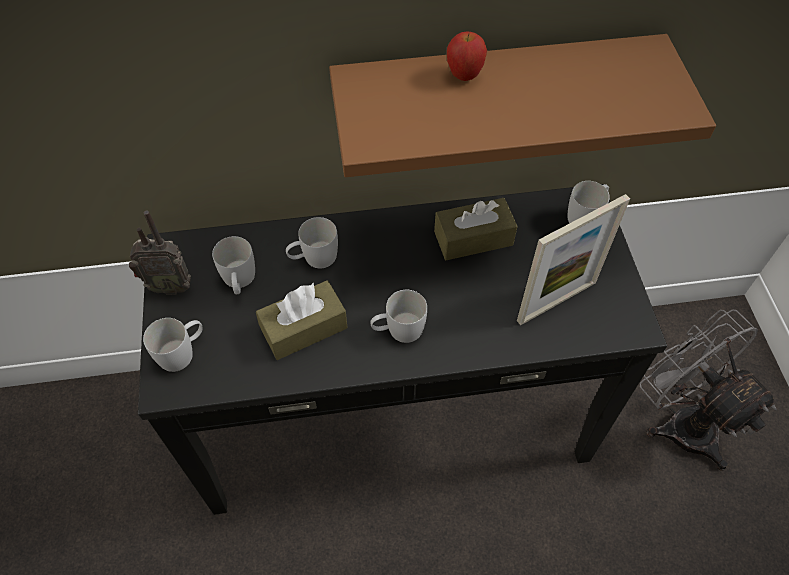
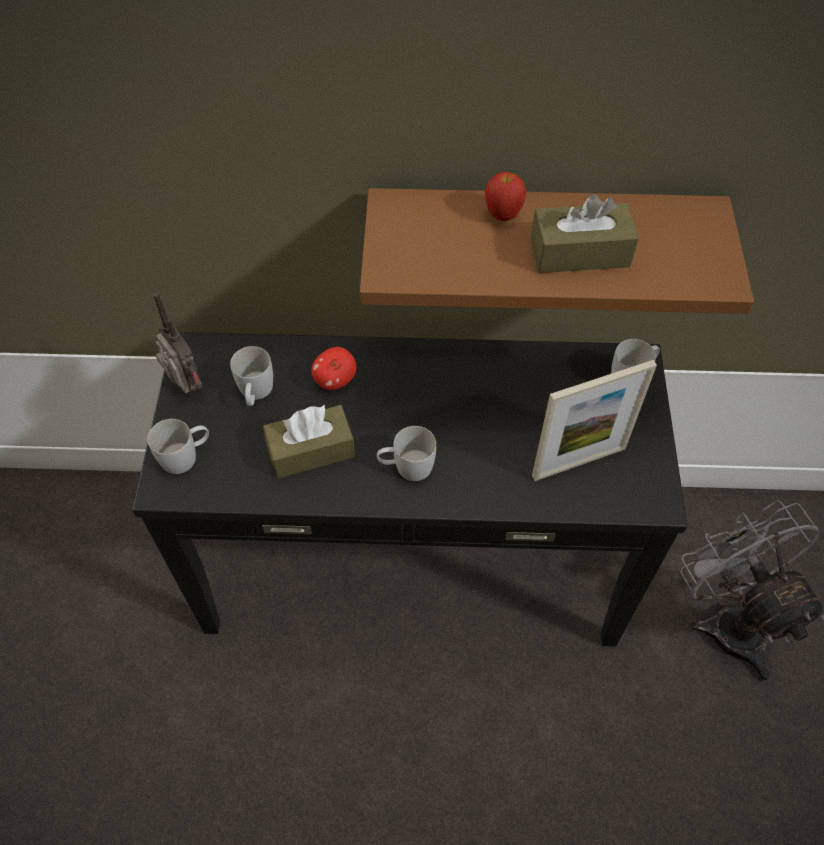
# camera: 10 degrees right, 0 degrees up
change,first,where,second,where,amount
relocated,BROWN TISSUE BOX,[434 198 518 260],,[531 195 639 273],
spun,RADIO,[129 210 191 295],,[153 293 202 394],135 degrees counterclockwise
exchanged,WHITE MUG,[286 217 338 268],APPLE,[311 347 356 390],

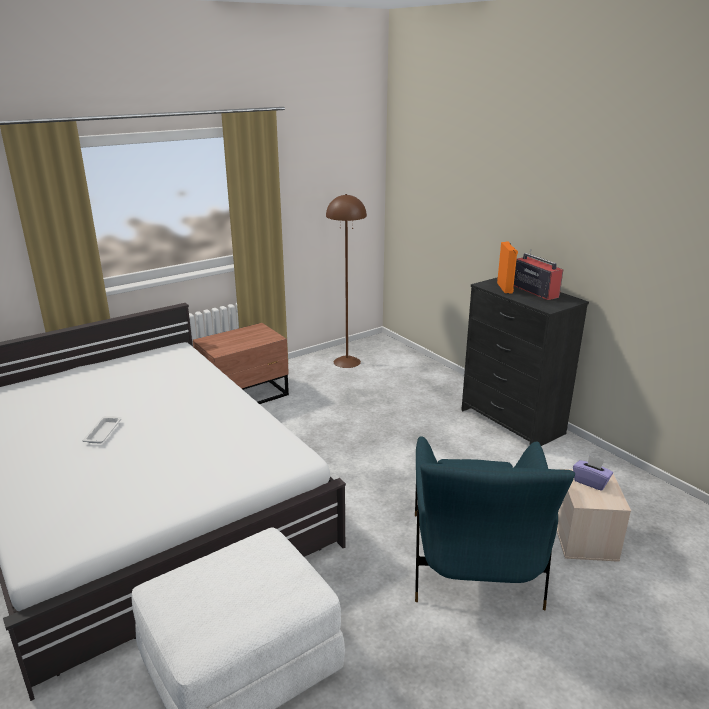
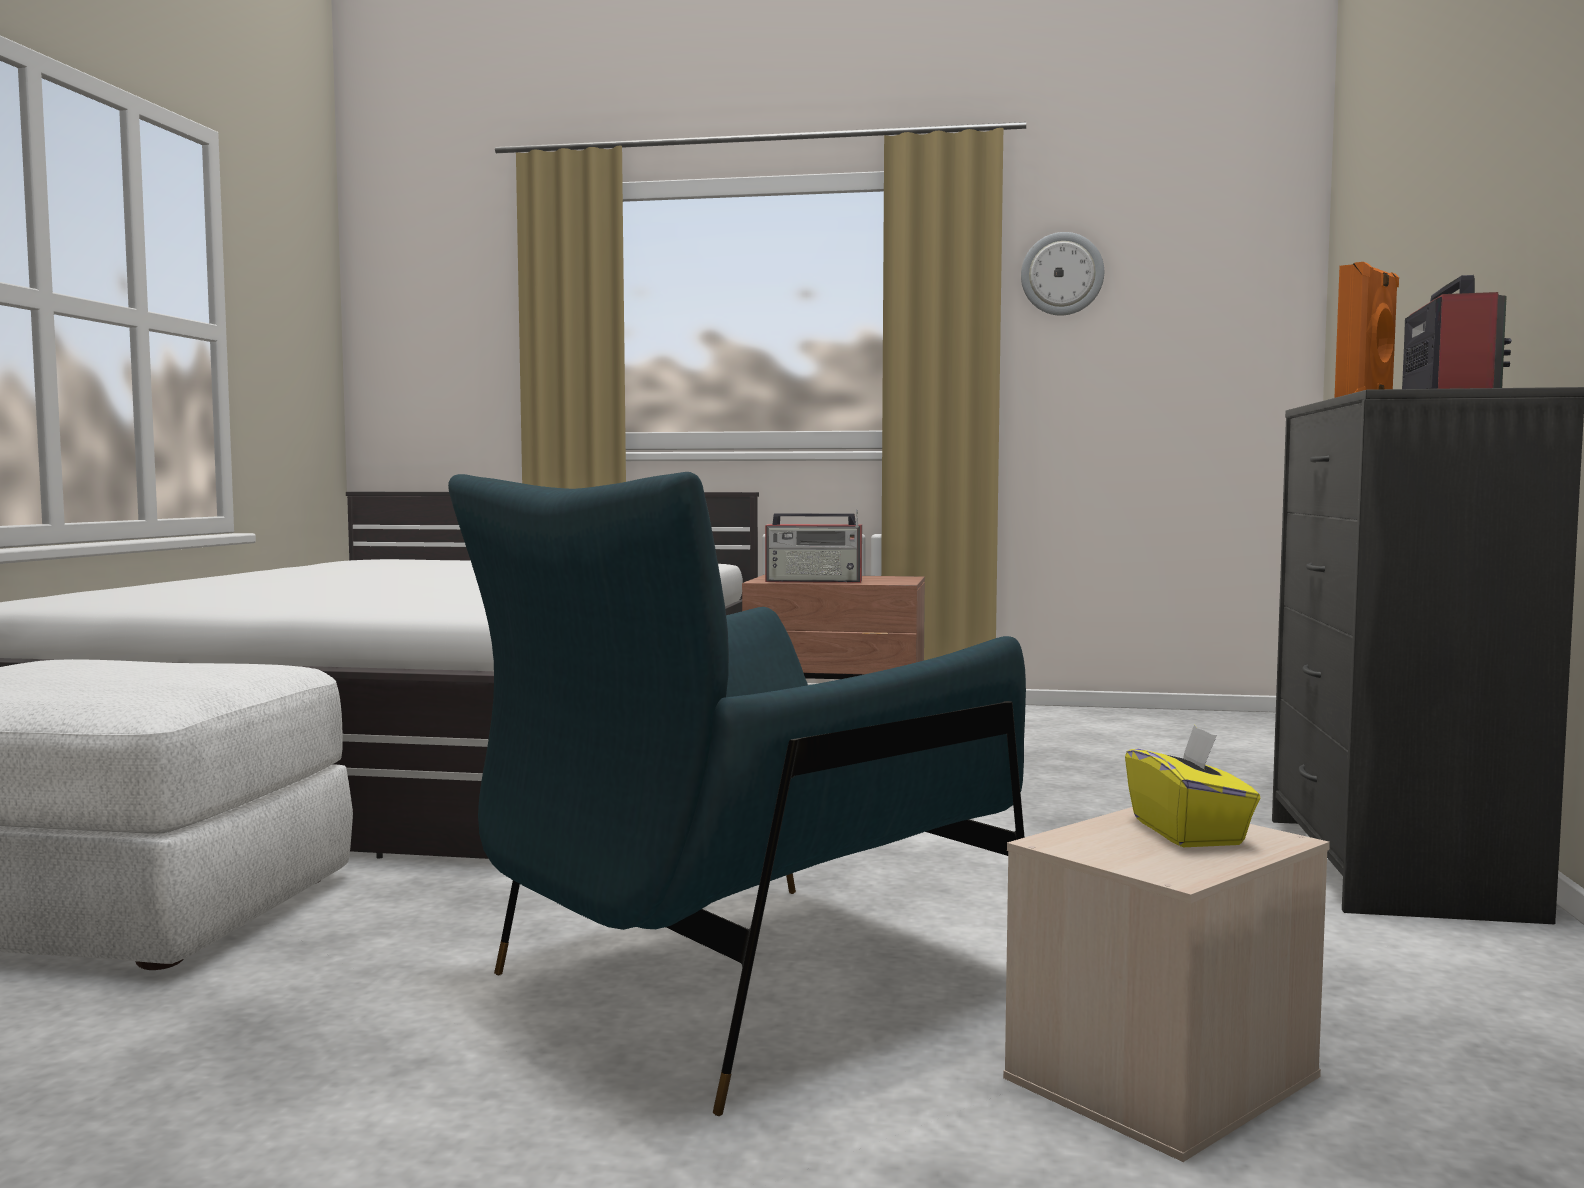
# camera: 45 degrees right, 20 degrees down
change,first,where,second,where,amount
missing,BROWN FLOOR LAMP,[326 194 367 368],,,
missing,WHITE TRAY,[82 416 122 444],,,
colour,PURPLE TISSUE BOX,[573 455 613 491],YELLOW TISSUE BOX,[1125 725 1260 847],
appeared,,,WALL CLOCK,[1021 232 1104 316],
appeared,,,RADIO,[765 510 862 583],

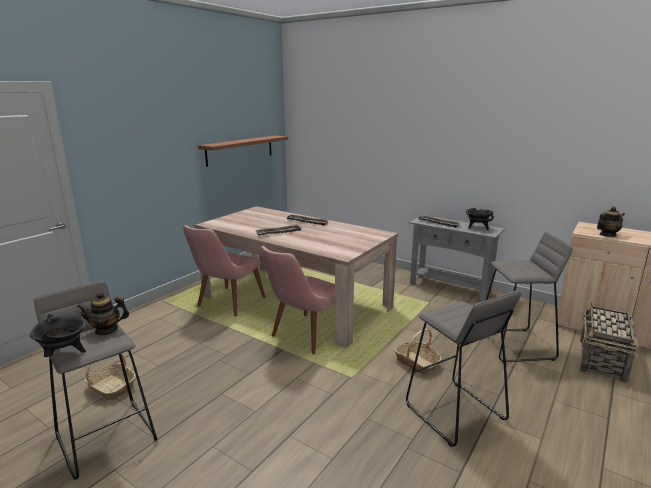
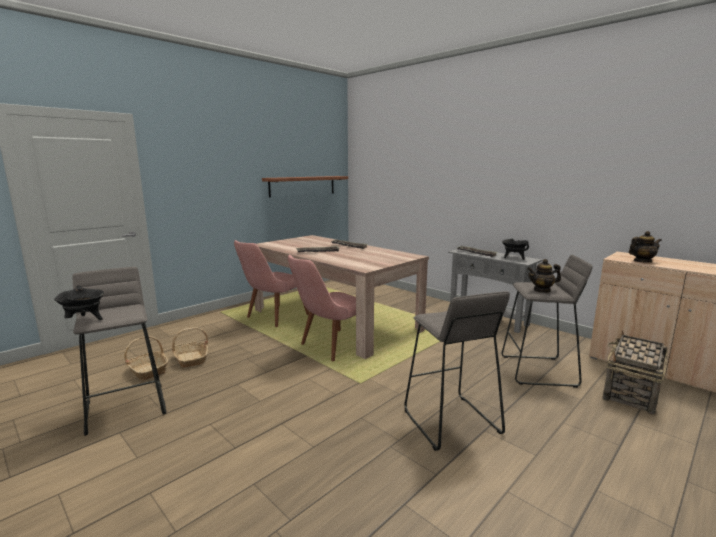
# camera: 10 degrees right, 5 degrees down
change,first,where,second,where,amount
relocated,TEAPOT,[77 292 129 335],,[527 259 561 293],
relocated,BASKET,[394 329 442 375],,[172 328 208 368],

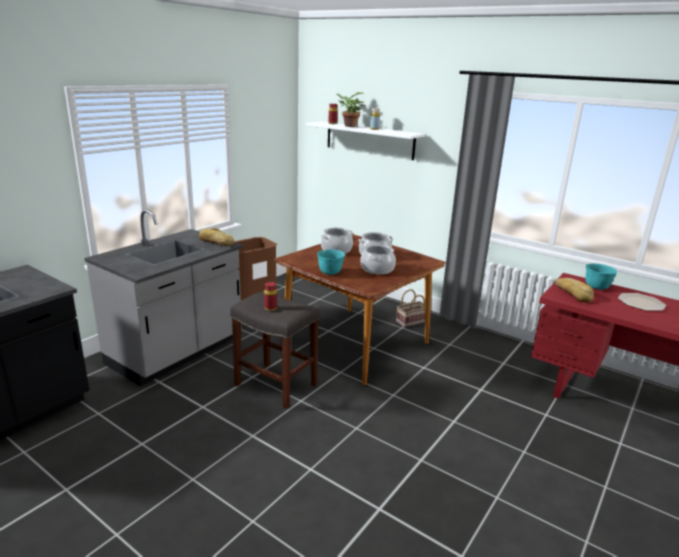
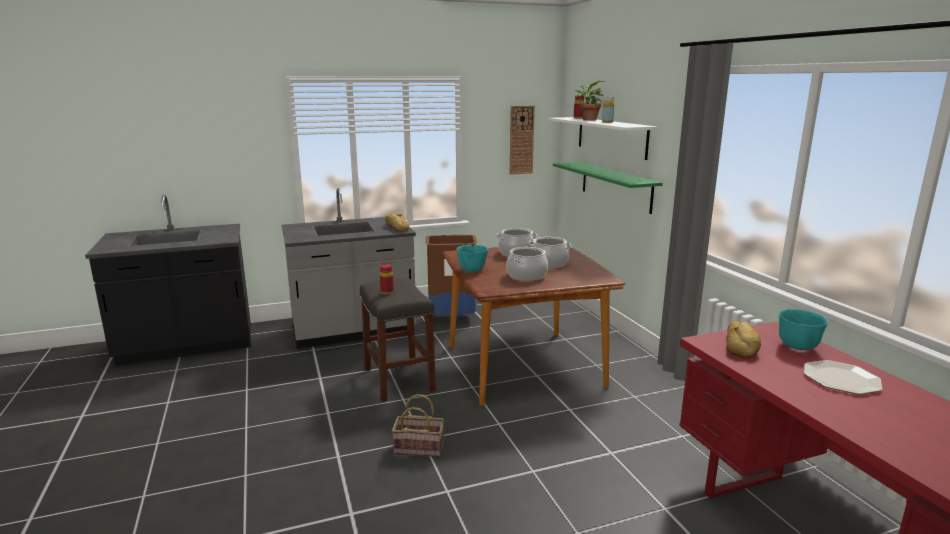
# camera: 35 degrees right, 5 degrees down
change,first,where,second,where,amount
relocated,BASKET,[396 289 425 327],,[392 394 444 457],
appeared,,,WALL CLOCK,[510 106 535 175],
appeared,,,GREEN SHELF,[553 162 663 214],

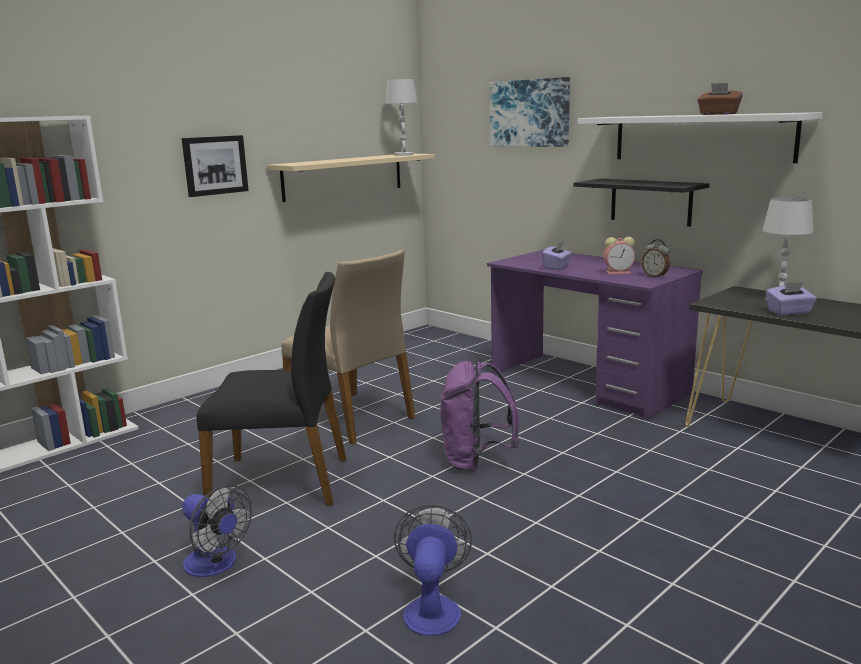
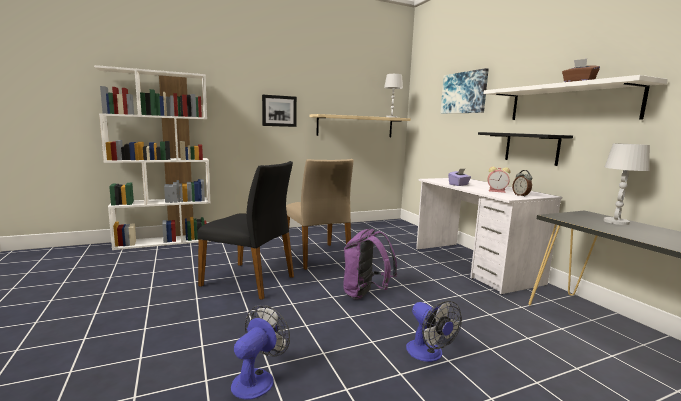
# camera: 20 degrees right, 5 degrees down
change,first,where,second,where,amount
colour,PURPLE DESK,[487 250 703 420],WHITE DESK,[416 178 562 295],
missing,PURPLE TISSUE BOX,[766 282 817 315],,,
relocated,FAN,[182 485 252 577],,[406 301 462 362],

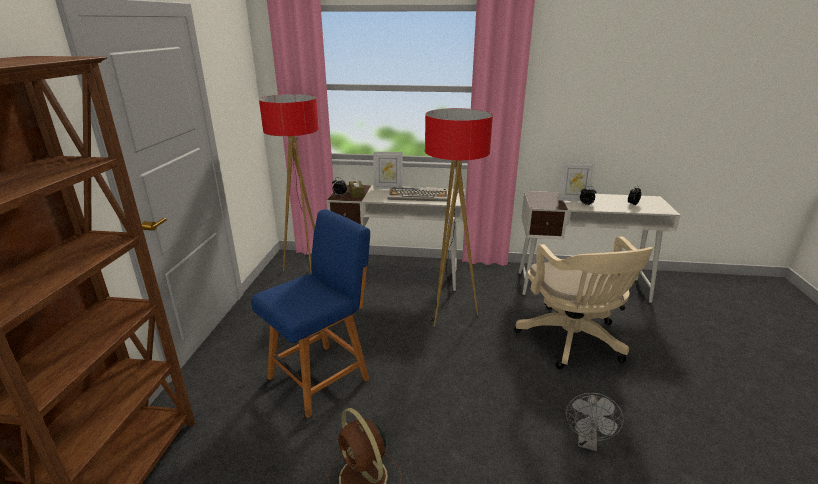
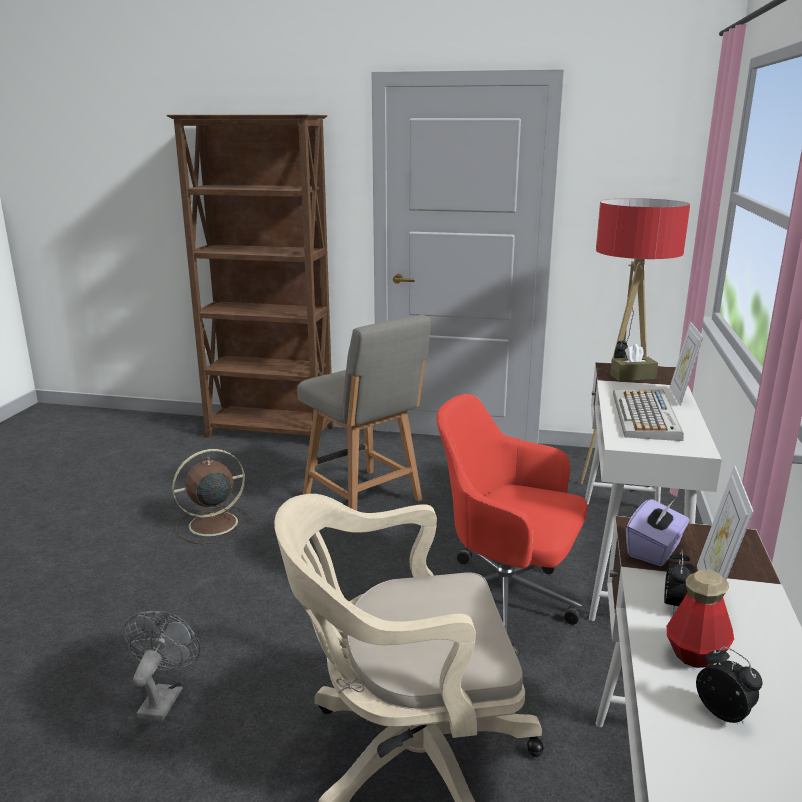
# camera: 95 degrees right, 5 degrees down
change,first,where,second,where,amount
exchanged,FLOOR LAMP,[425 108 493 327],RED OFFICE CHAIR,[437 394 588 658],
colour,BLUE CHAIR,[251 209 370 418],GREY CHAIR,[297 315 431 511],
spun,GREY FAN,[566 393 624 451],,[123 611 201 721],75 degrees clockwise
appeared,,,PURPLE TISSUE BOX,[626 499 689 566],
appeared,,,BOTTLE,[667 570 734 668],

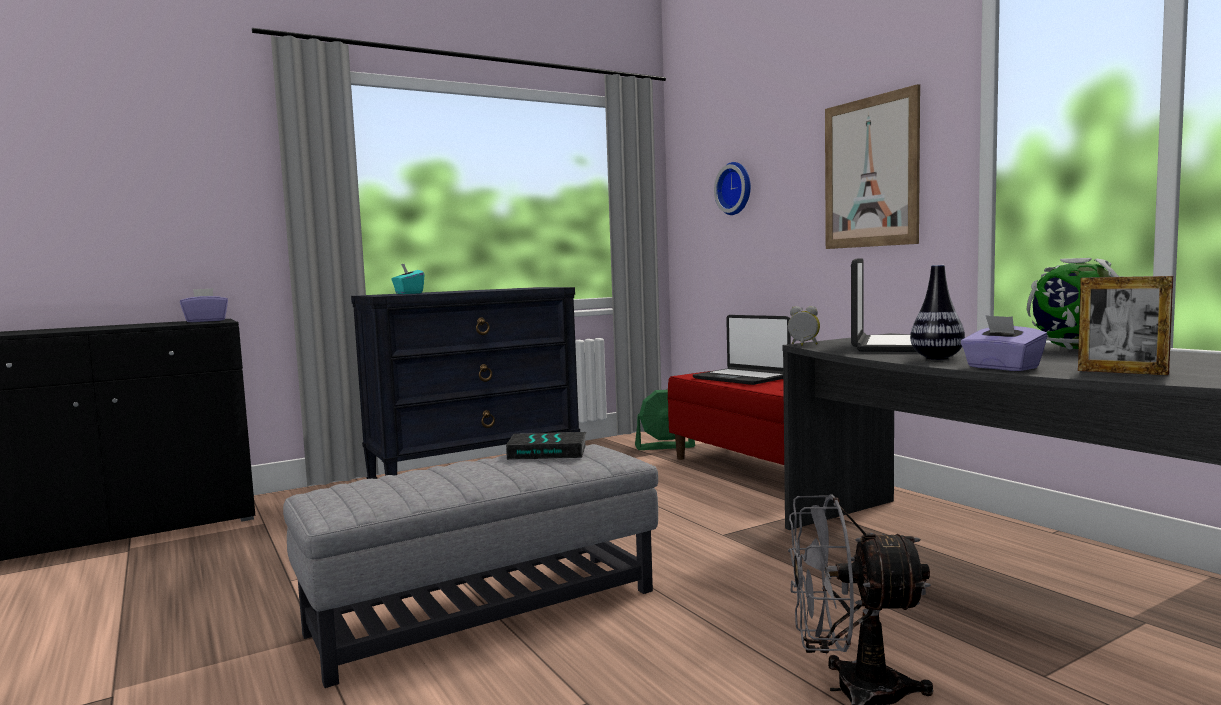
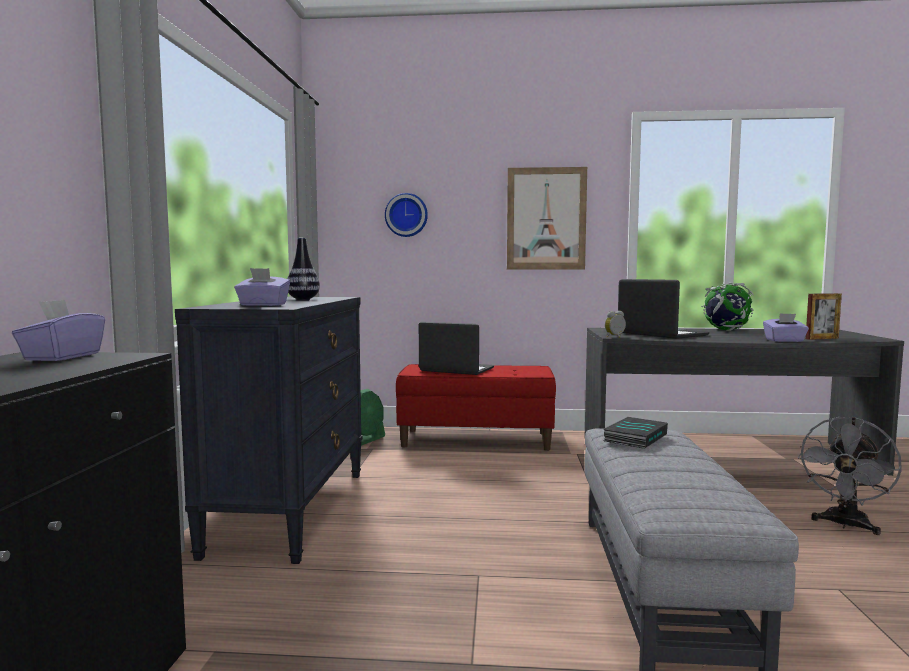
# camera: 55 degrees left, 0 degrees up
change,first,where,second,where,amount
colour,TURQUOISE TISSUE BOX,[391 264 424 294],PURPLE TISSUE BOX,[234 268 290 306],
relocated,VASE,[910 265 965 360],,[287 238 320 300],
spun,LAPTOP,[693 315 791 385],,[419 322 494 375],150 degrees counterclockwise

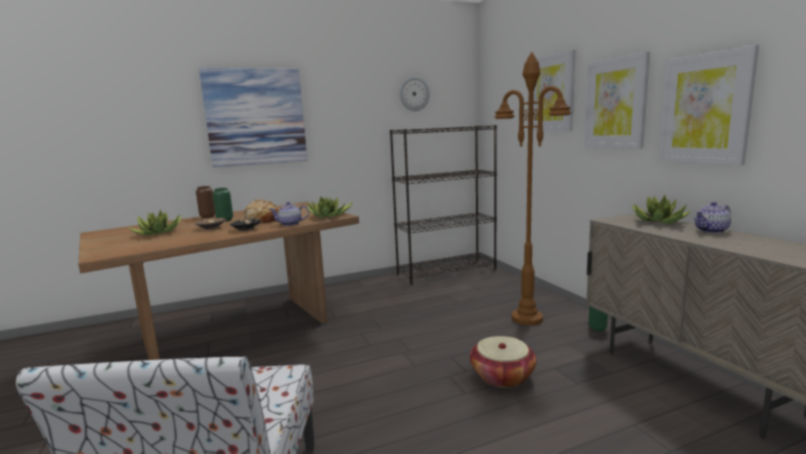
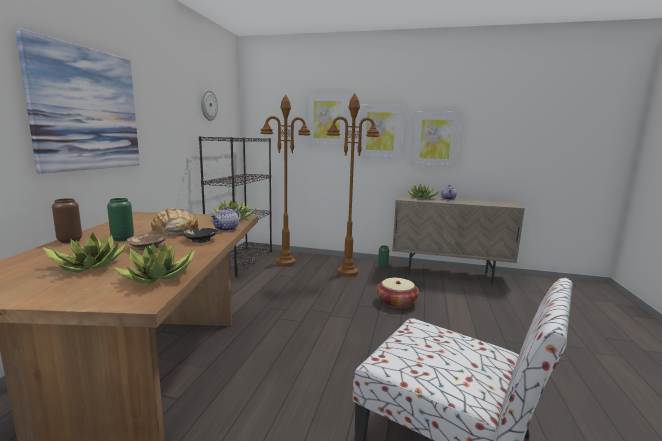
# camera: 55 degrees left, 0 degrees up
change,first,where,second,where,amount
appeared,,,BROWN FLOOR LAMP,[260 95 311 266],
appeared,,,POTTED PLANT,[113 242 195 284],

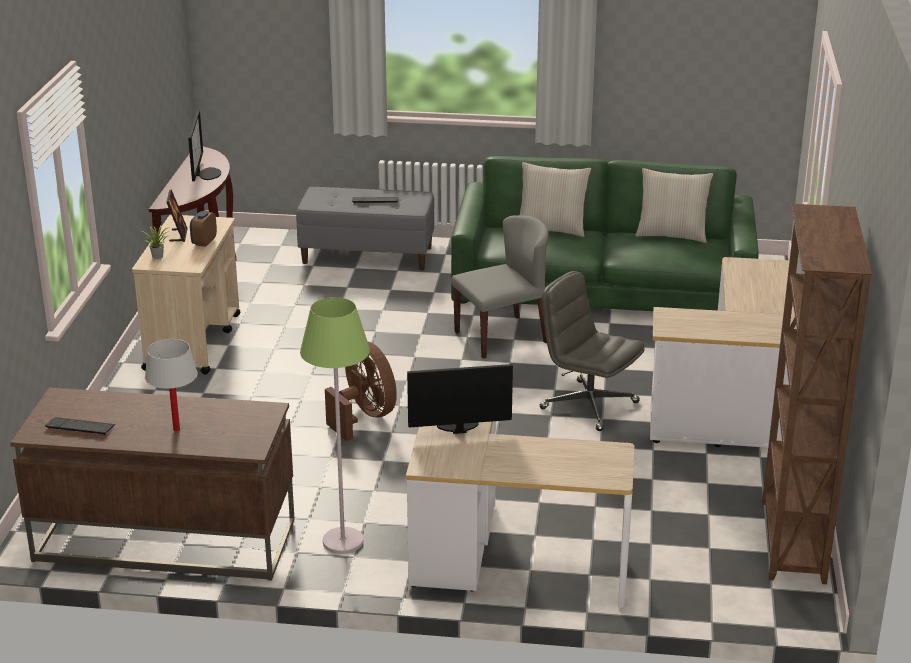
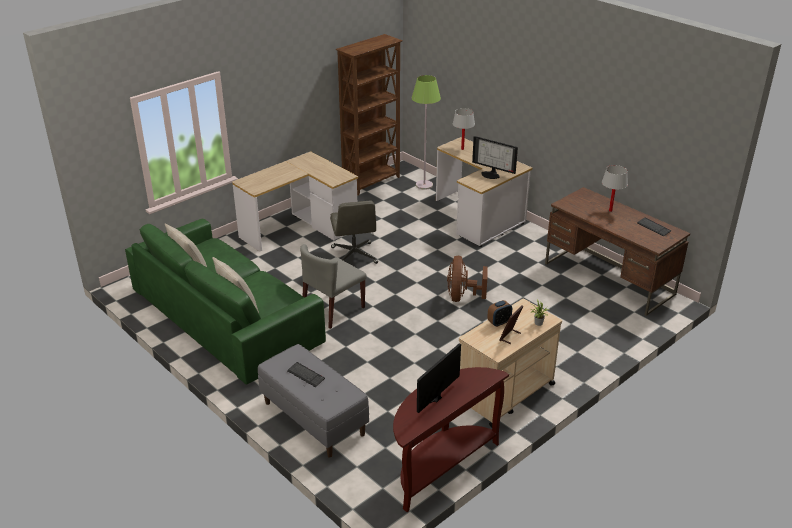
# camera: 140 degrees left, 5 degrees up
change,first,where,second,where,amount
spun,GREY CHAIR,[451 215 549 359],,[300 244 367 329],60 degrees counterclockwise
relocated,GREEN FLOOR LAMP,[300 297 370 554],,[412 75 441 190],
appeared,,,WHITE TABLE LAMP,[453 108 475 150],

